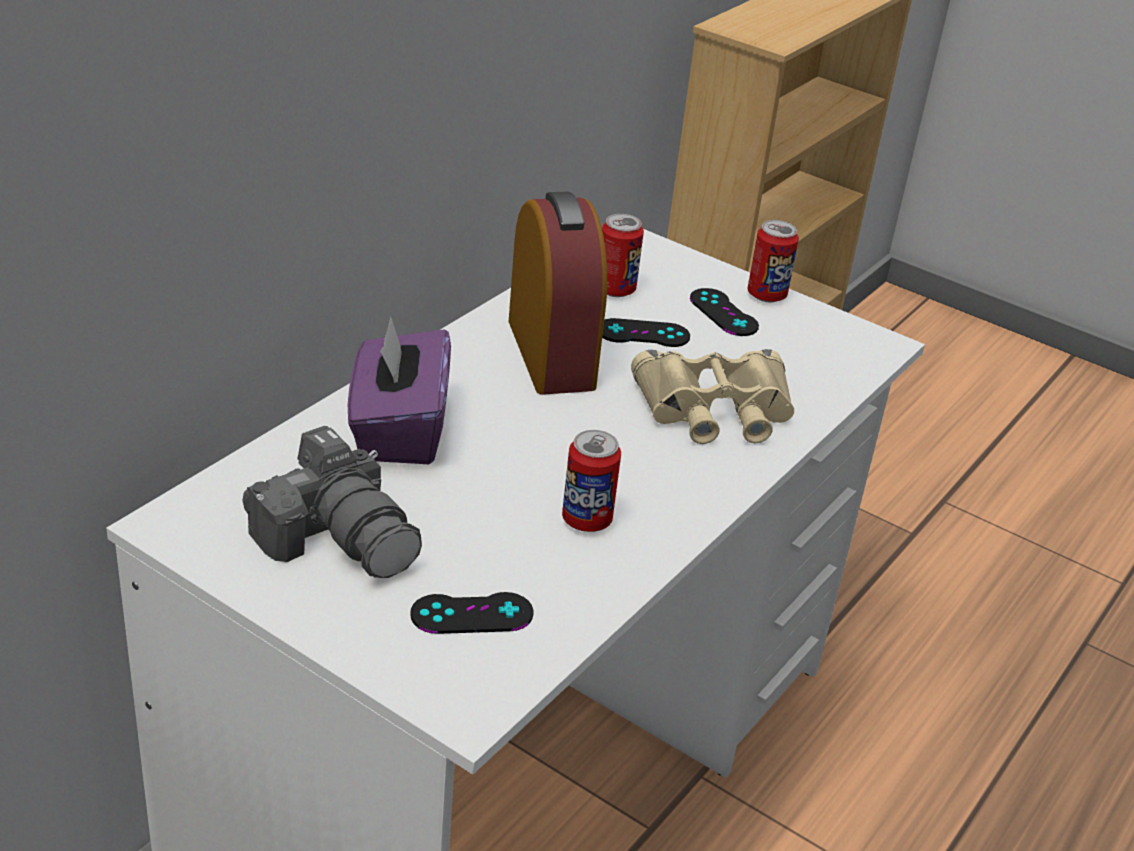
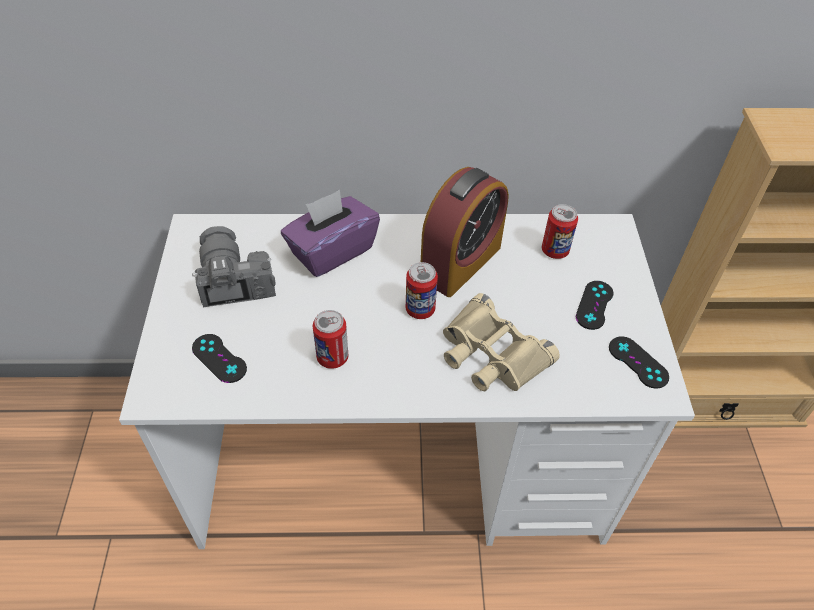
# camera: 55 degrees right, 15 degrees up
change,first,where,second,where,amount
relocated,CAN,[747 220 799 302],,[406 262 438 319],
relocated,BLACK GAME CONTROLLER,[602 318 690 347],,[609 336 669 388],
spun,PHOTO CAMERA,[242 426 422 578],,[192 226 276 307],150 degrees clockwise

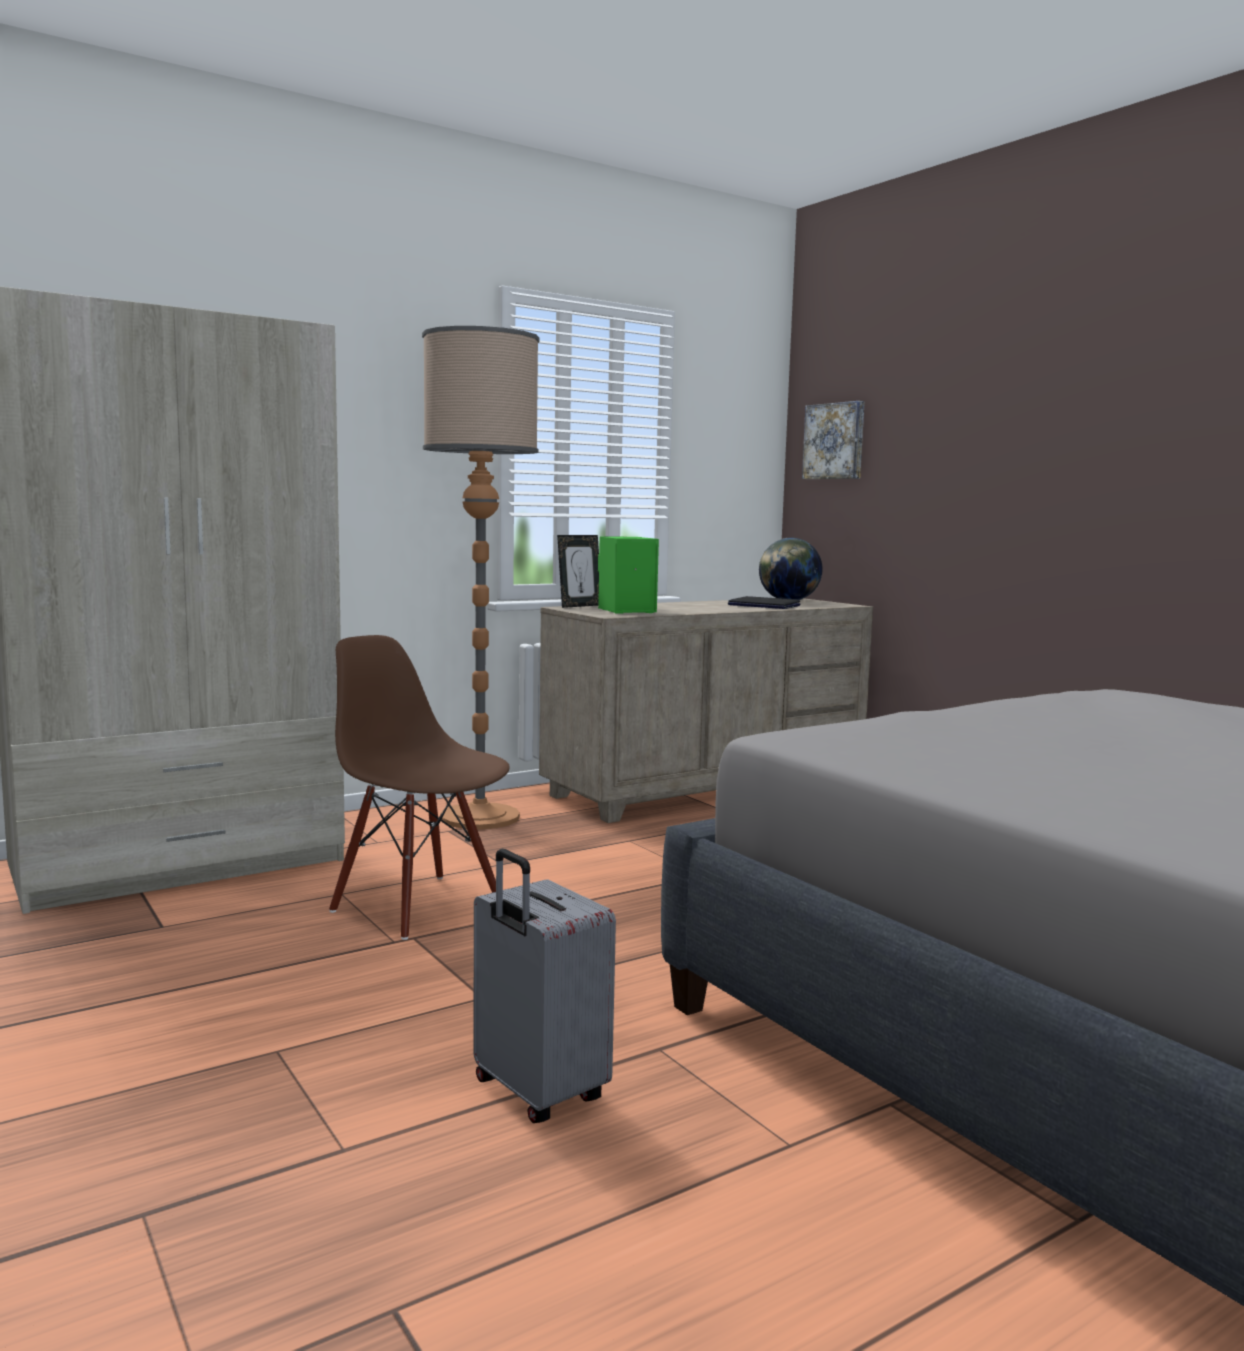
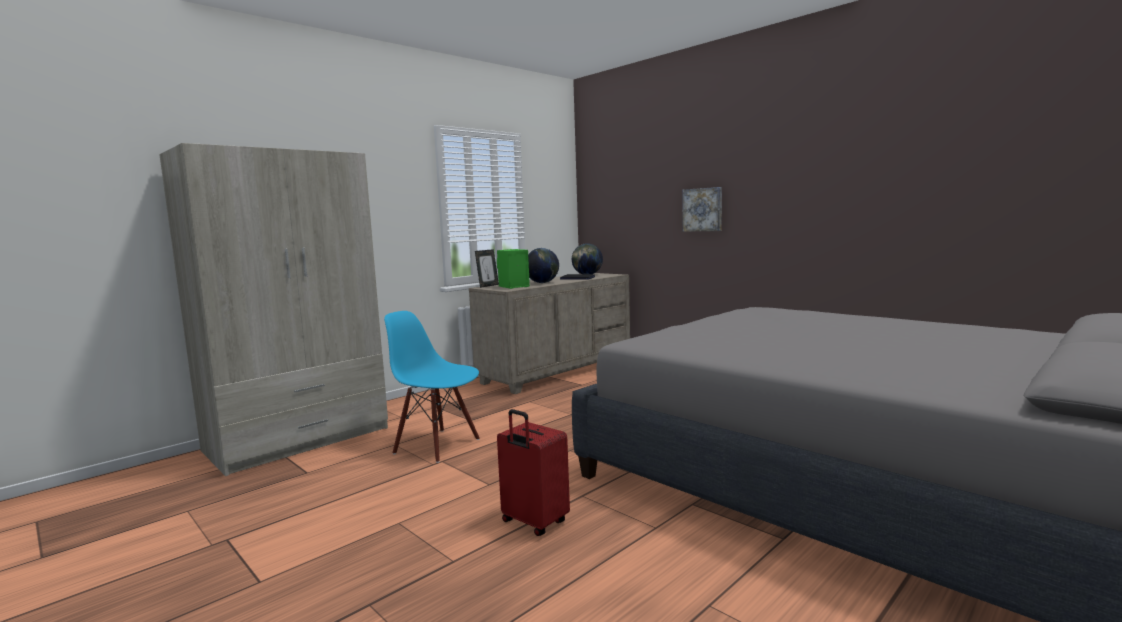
# camera: 10 degrees left, 0 degrees up
change,first,where,second,where,amount
missing,FLOOR LAMP,[422 326 540 830],,,
relocated,PICTURE,[802 401 865 479],,[682 187 722 232],
colour,BROWN CHAIR,[329 635 510 940],BLUE CHAIR,[384 311 480 463],
colour,GREY SUITCASE,[474 849 616 1123],RED SUITCASE,[497 409 570 536],
appeared,,,GLOBE,[528 248 559 283],

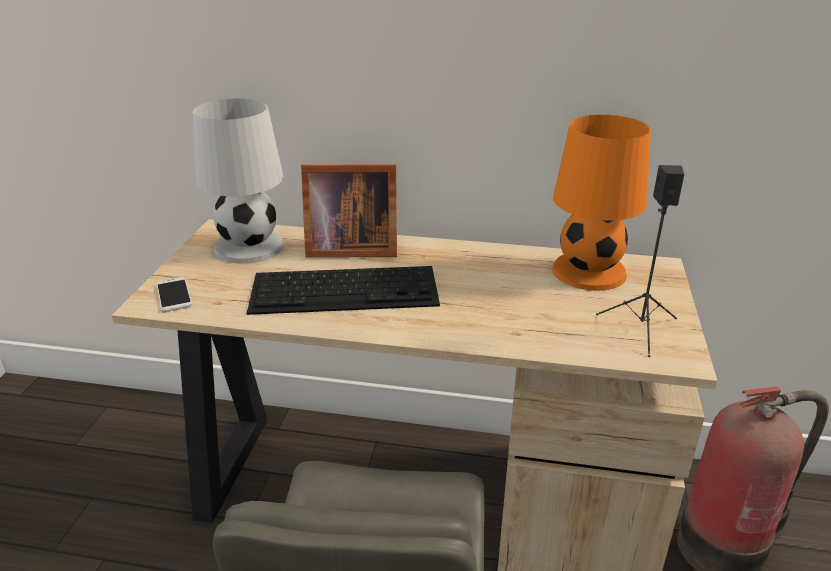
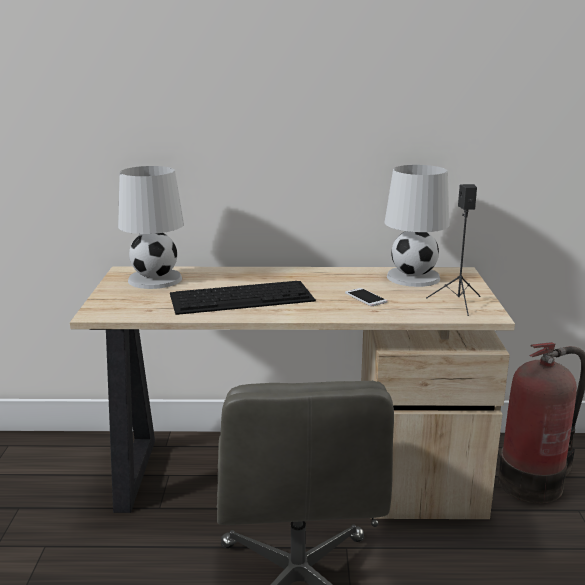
# camera: 10 degrees left, 10 degrees down
change,first,where,second,where,amount
colour,ORANGE TABLE LAMP,[552 115 651 291],WHITE TABLE LAMP,[384 165 450 287],
missing,PICTURE FRAME,[301 164 397 258],,,
relocated,PHONE,[156 277 192 312],,[345 288 387 306],

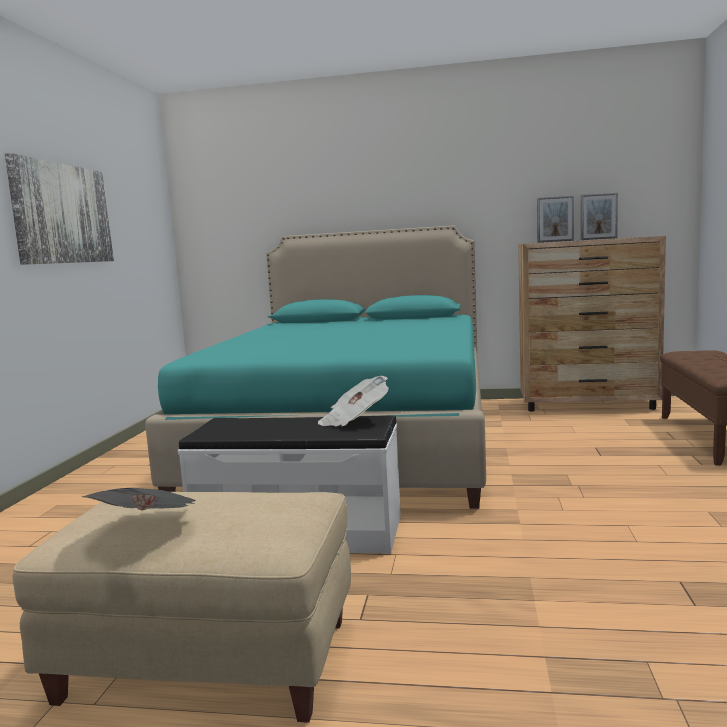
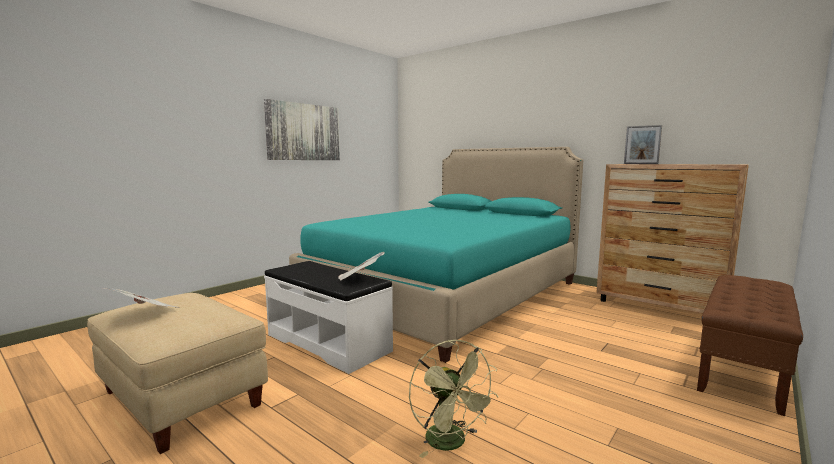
# camera: 30 degrees right, 0 degrees up
change,first,where,second,where,amount
missing,PICTURE FRAME,[581 193 618 240],,,
appeared,,,GREEN FAN,[409 340 498 458],

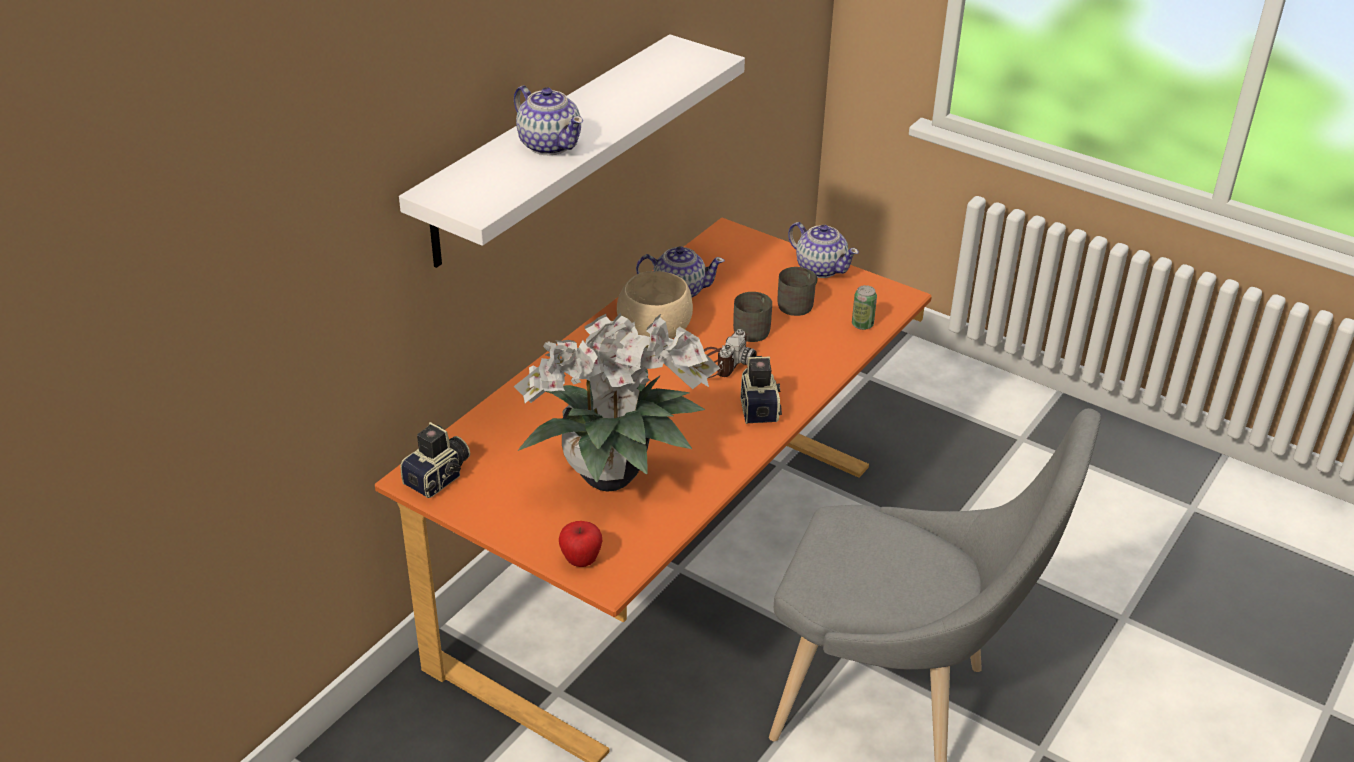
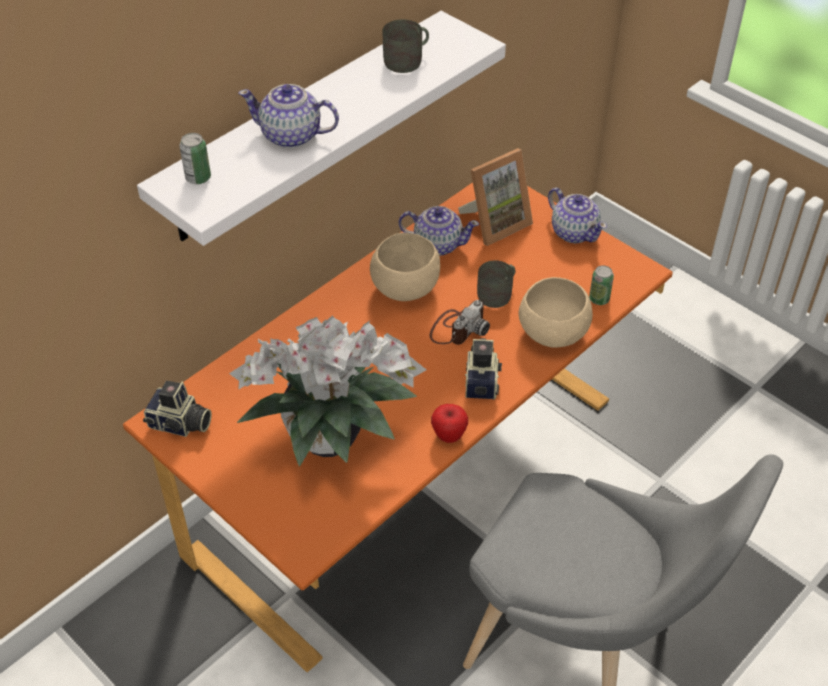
# camera: 10 degrees right, 10 degrees up
change,first,where,second,where,amount
spun,TEAPOT,[514 86 583 156],,[238 84 339 148],135 degrees clockwise
relocated,GREY MUG,[777 267 818 316],,[382 19 429 73],
spun,PHOTO CAMERA,[400 422 470 498],,[143 381 212 437],60 degrees clockwise
relocated,APPLE,[559 521 602 567],,[431 404 468 443],
appeared,,,CAN,[179 133 211 184],
appeared,,,PICTURE FRAME,[458 148 533 246],
appeared,,,BEIGE BOWL,[519 277 593 348],

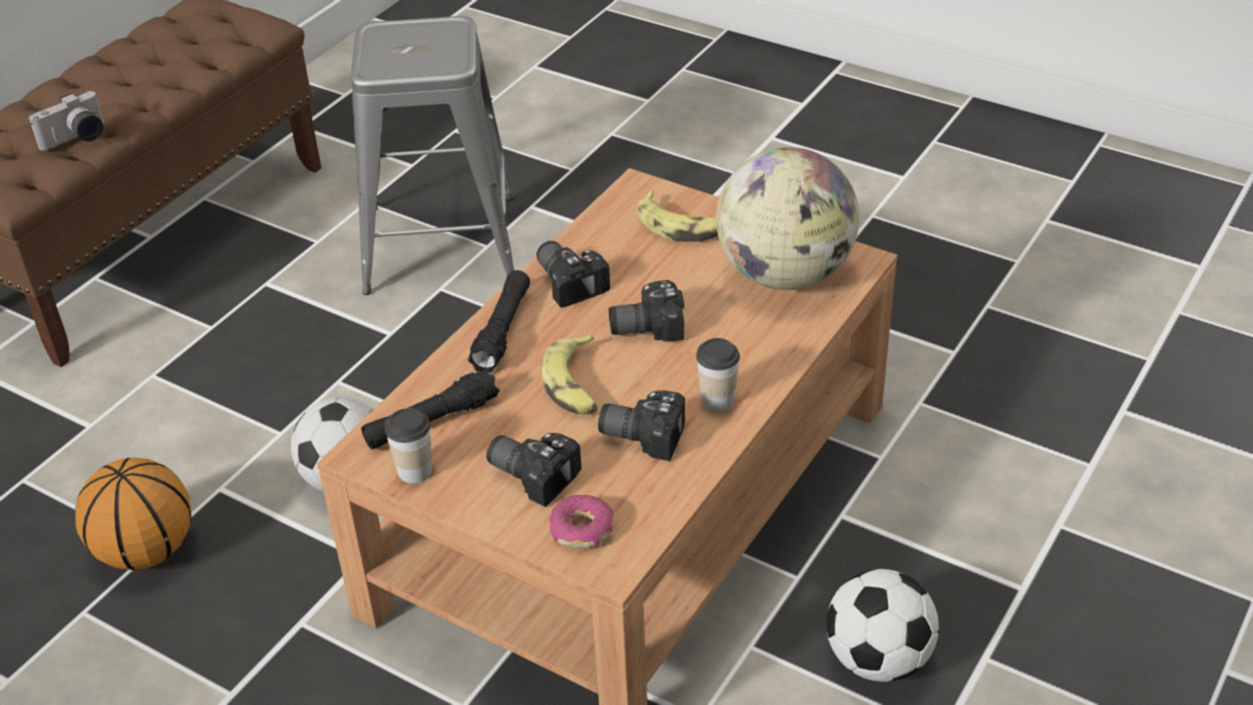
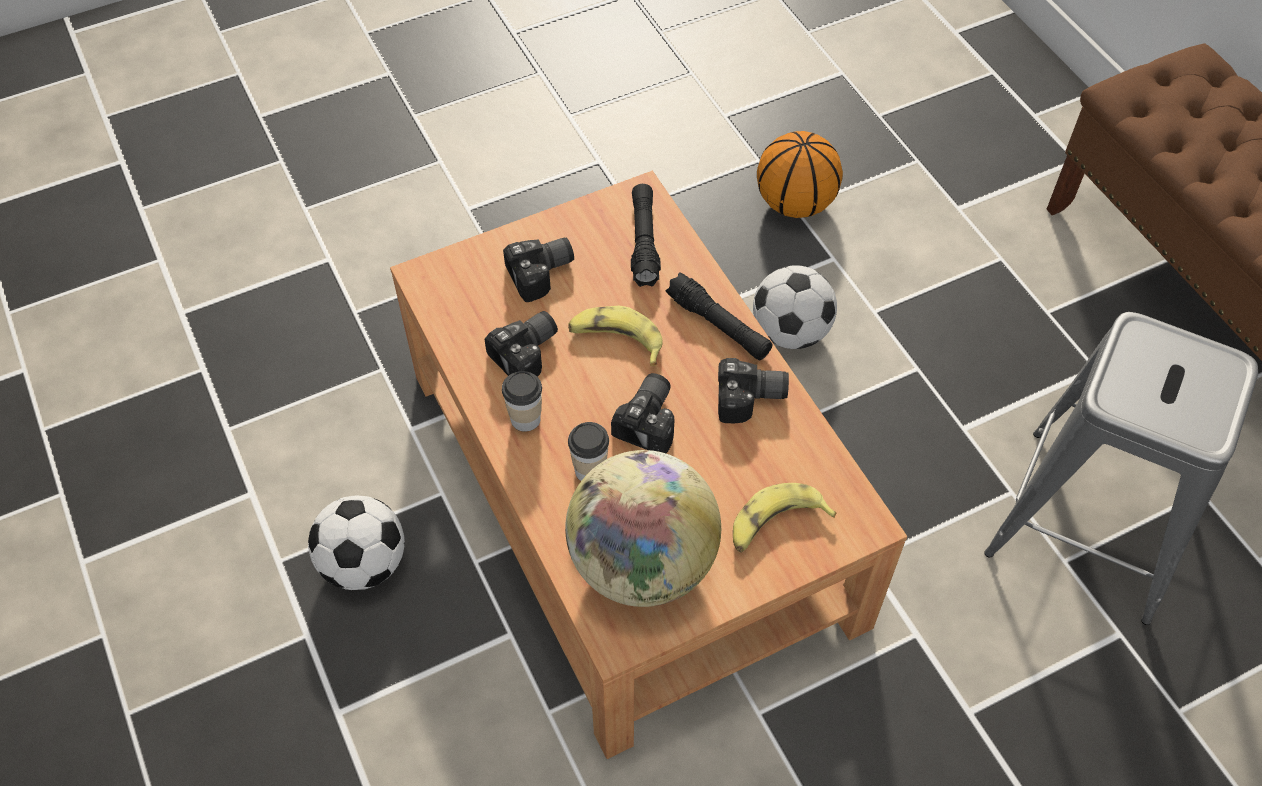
# camera: 120 degrees right, 15 degrees up
change,first,where,second,where,amount
missing,PHOTO CAMERA,[29 91 104 150],,,
relocated,CUP,[385 408 432 483],,[568 422 609 481],
missing,DONUT,[549 495 614 549],,,

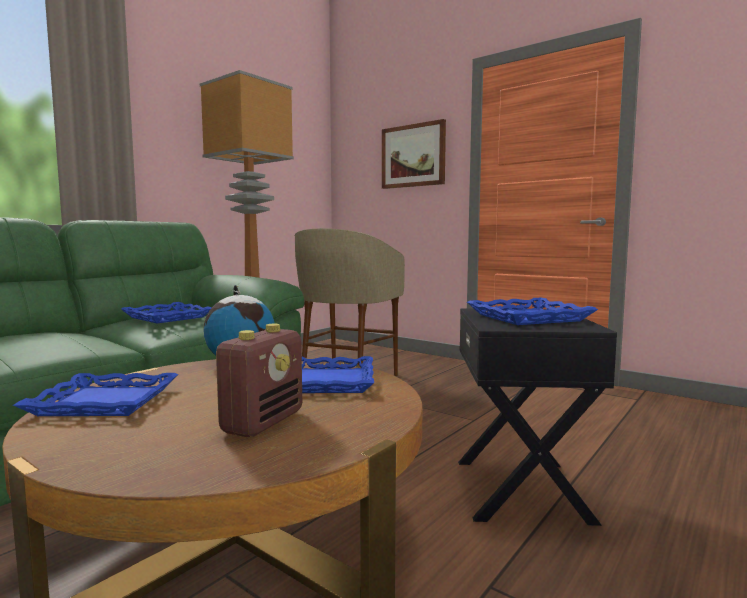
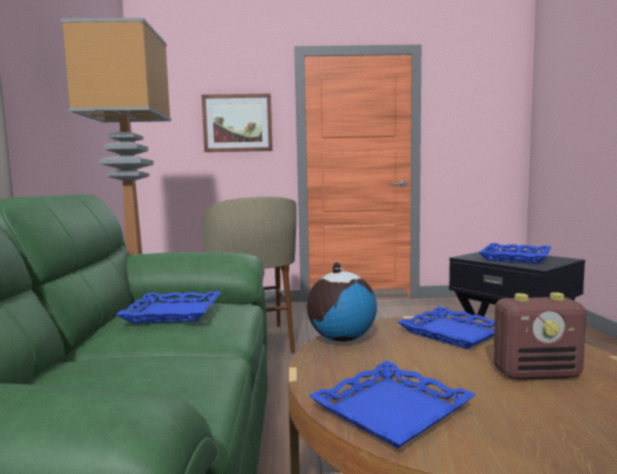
# camera: 40 degrees left, 0 degrees up
change,first,where,second,where,amount
spun,RADIO,[216 324 302 437],,[493 292 586 380],105 degrees clockwise

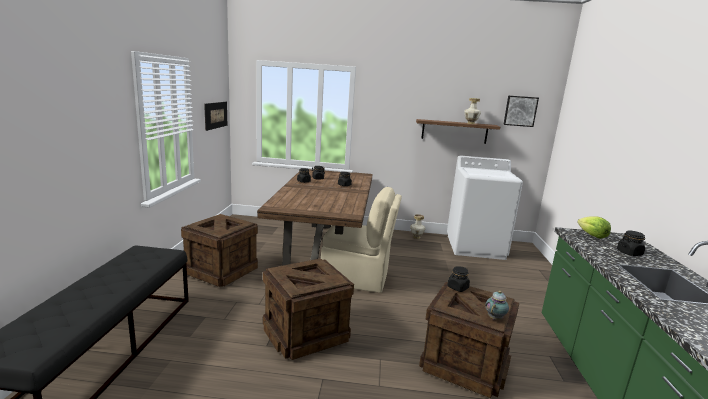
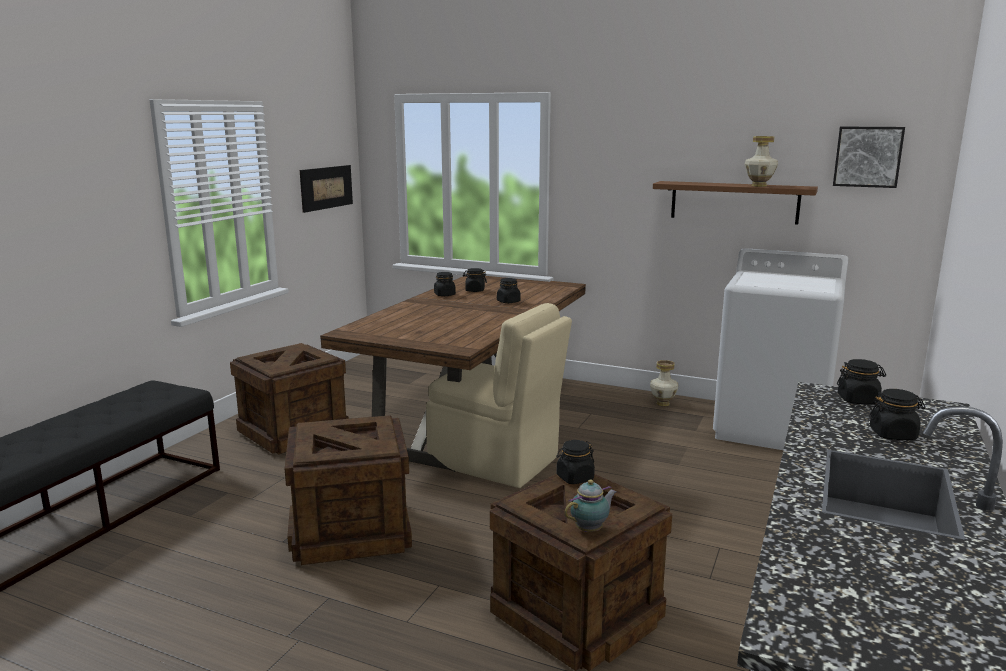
# camera: 20 degrees right, 0 degrees up
change,first,where,second,where,amount
exchanged,LETTUCE,[577 216 611 239],BLACK JAR,[837 359 886 404],

